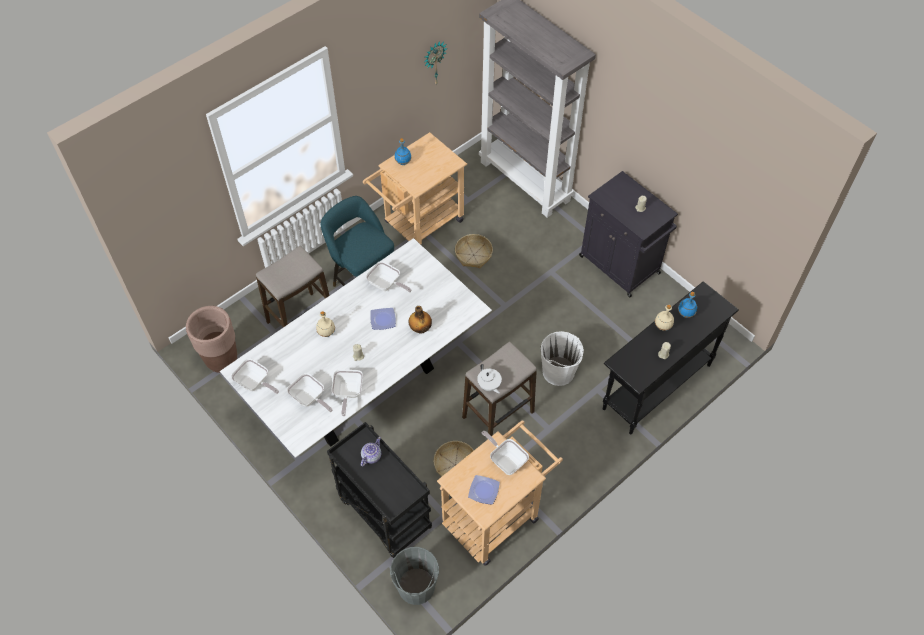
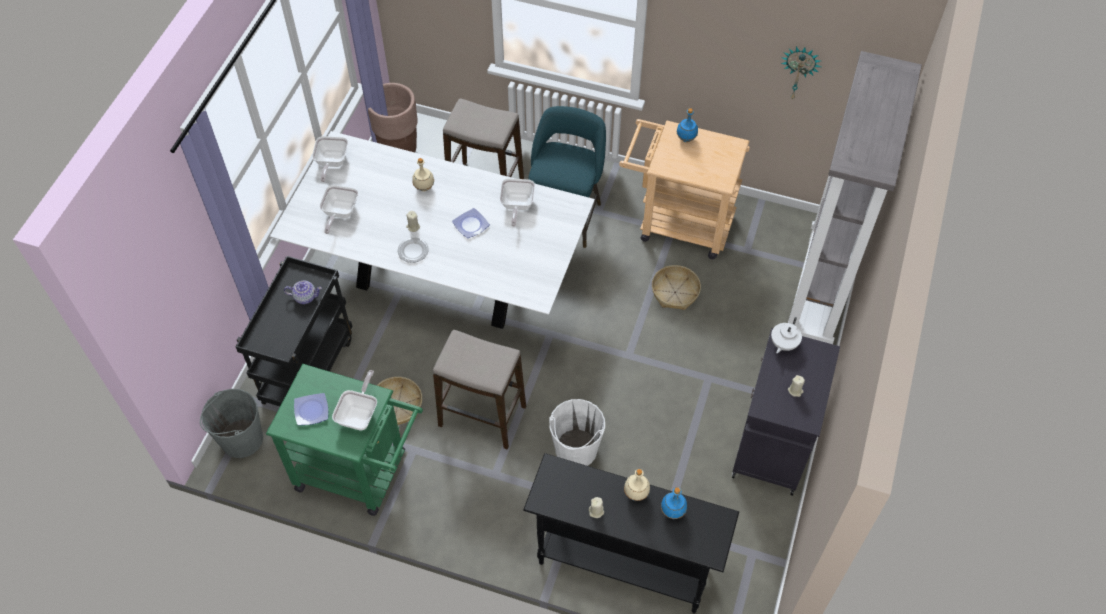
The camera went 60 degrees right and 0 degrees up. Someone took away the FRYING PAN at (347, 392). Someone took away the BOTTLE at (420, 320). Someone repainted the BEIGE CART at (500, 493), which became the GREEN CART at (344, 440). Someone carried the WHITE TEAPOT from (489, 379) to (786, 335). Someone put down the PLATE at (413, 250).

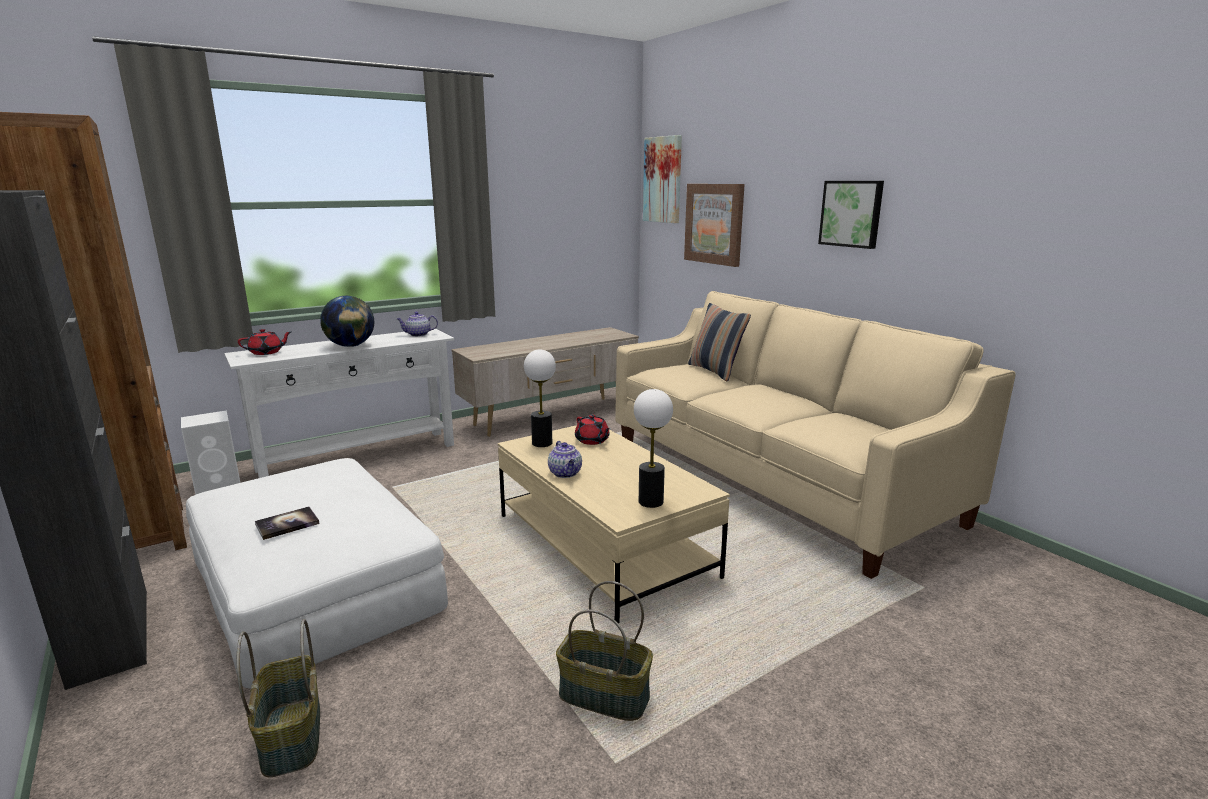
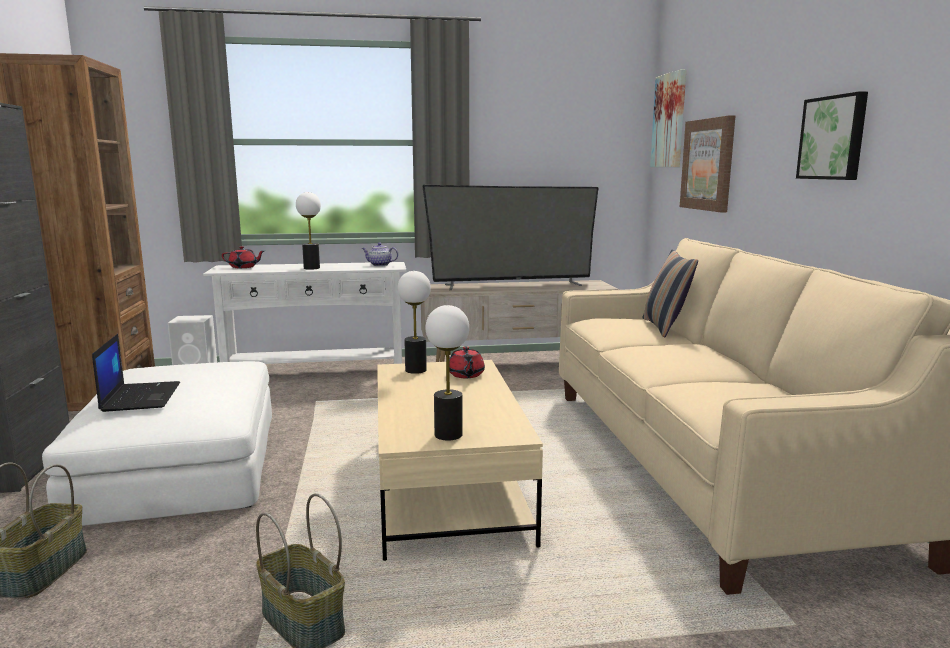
The camera went 25 degrees right and 5 degrees down. Someone swapped the BOOK at (287, 523) for the LAPTOP at (136, 373). Someone swapped the GLOBE at (347, 321) for the TABLE LAMP at (308, 231). Someone took away the TEAPOT at (565, 459). Someone put down the TELEVISION at (510, 237).

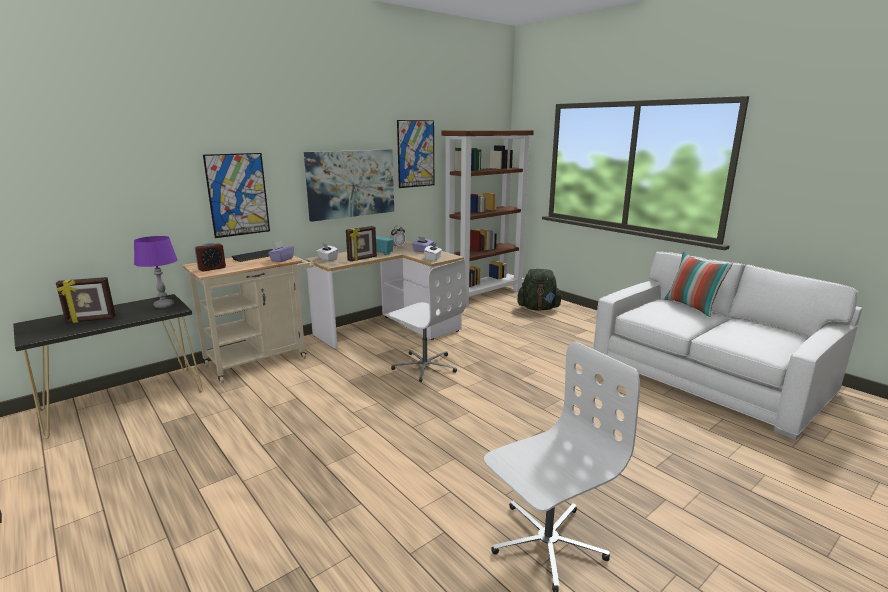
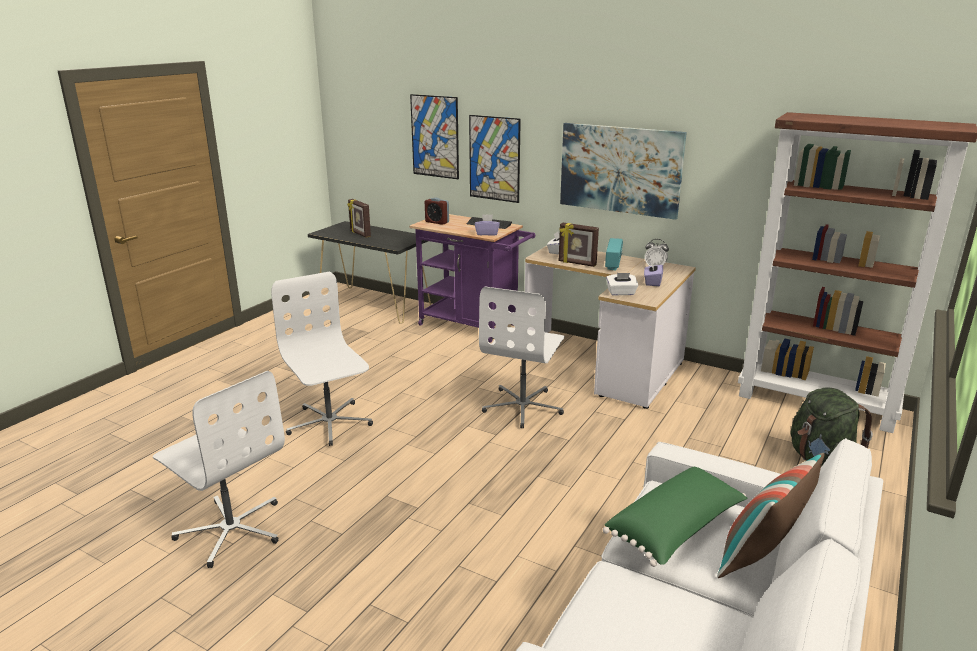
The camera went 70 degrees right and 5 degrees up. Someone took away the PURPLE TABLE LAMP at (155, 272). Someone repainted the BEIGE CART at (248, 318), which became the PURPLE CART at (472, 278). Someone carried the PICTURE from (415, 154) to (434, 136). Someone put down the WHITE OFFICE CHAIR at (322, 359). Someone put down the GREEN PILLOW at (675, 517).

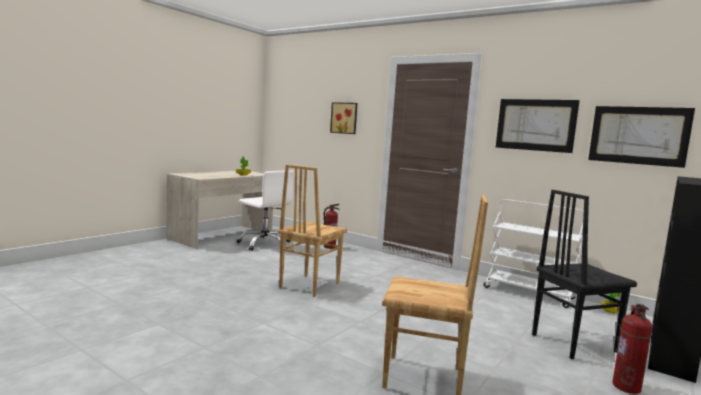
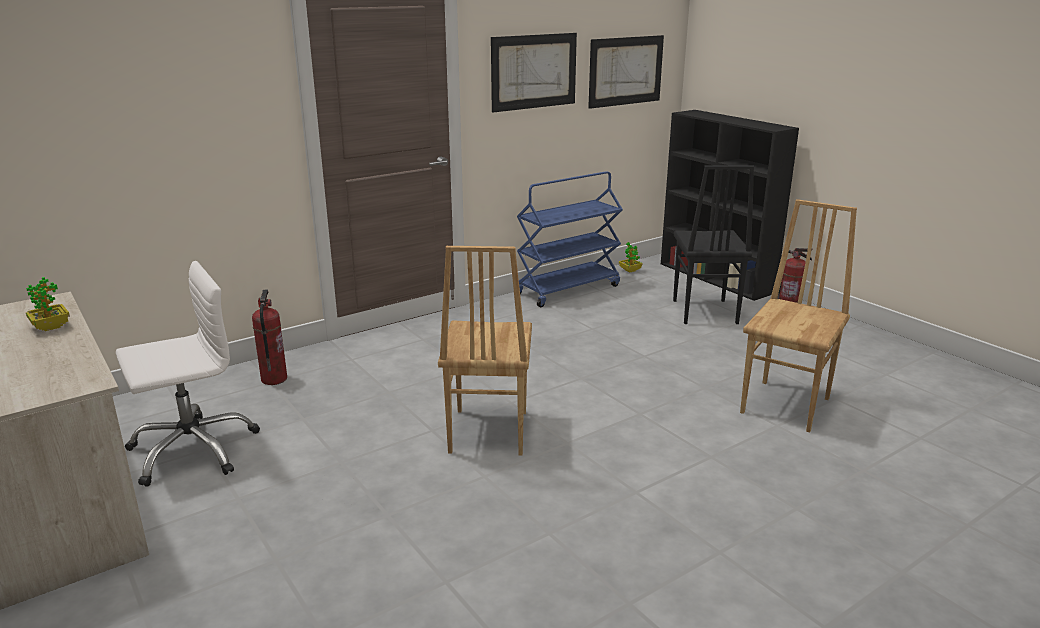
The camera went 70 degrees left and 15 degrees up. Someone rotated the BROWN CHAIR at (312, 230) by 45 degrees clockwise. Someone took away the PICTURE at (343, 118). Someone repainted the WHITE CART at (534, 253), which became the BLUE CART at (570, 239).

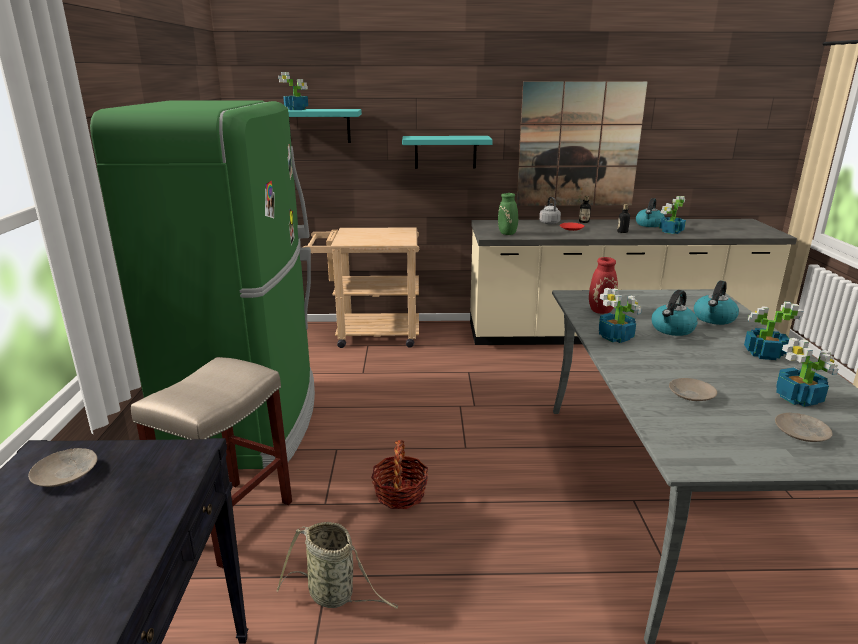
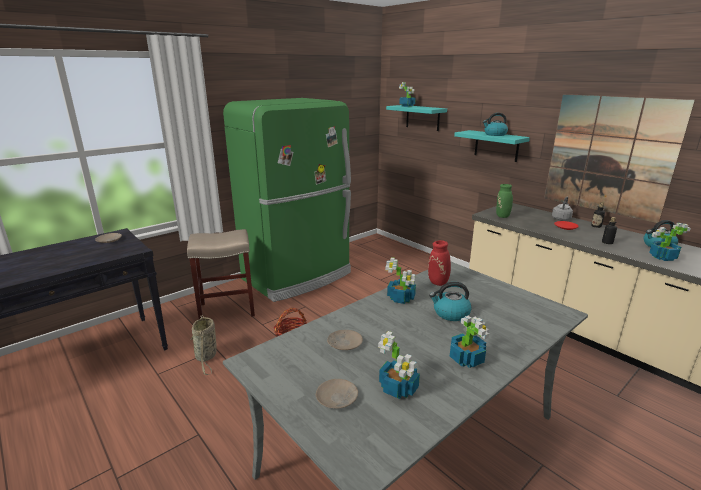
The camera went 50 degrees right and 0 degrees up. Someone took away the BEIGE CART at (361, 287). Someone carried the KETTLE from (716, 303) to (495, 124).

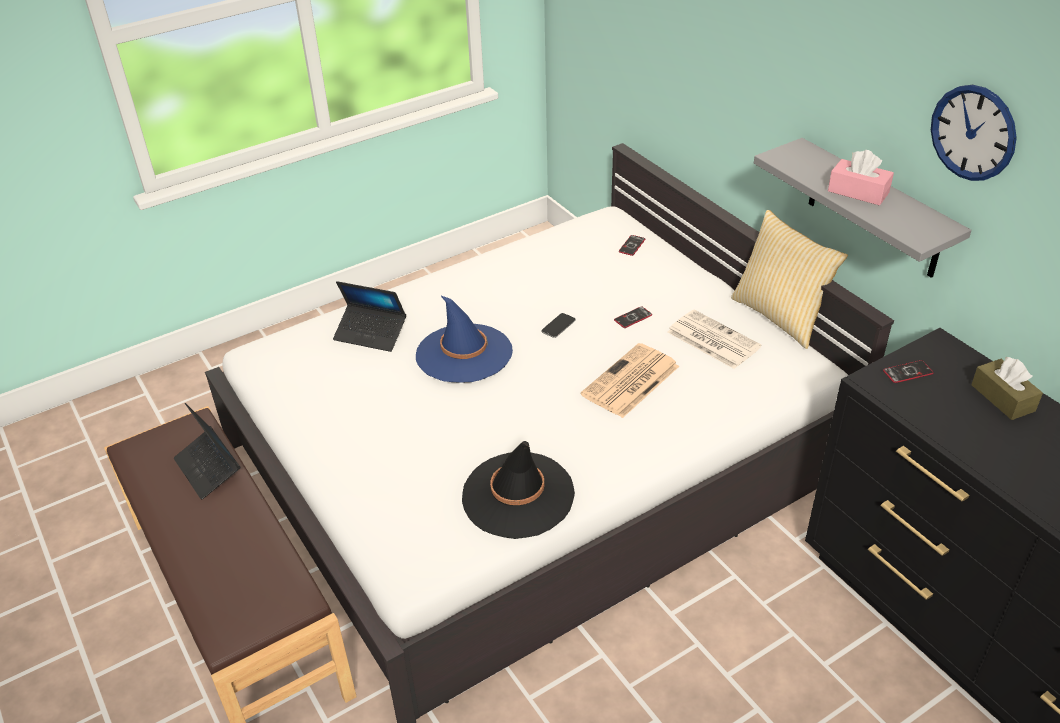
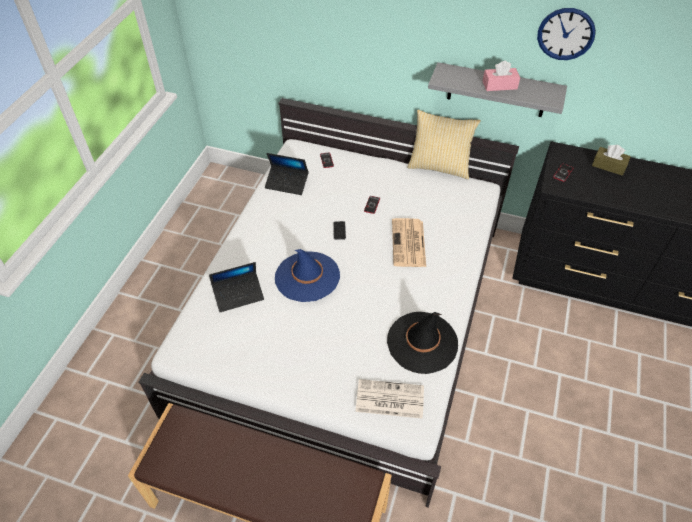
The camera went 40 degrees left and 10 degrees up. Someone carried the LAPTOP from (207, 451) to (287, 174). Someone carried the NEWSPAPER from (714, 339) to (390, 399).

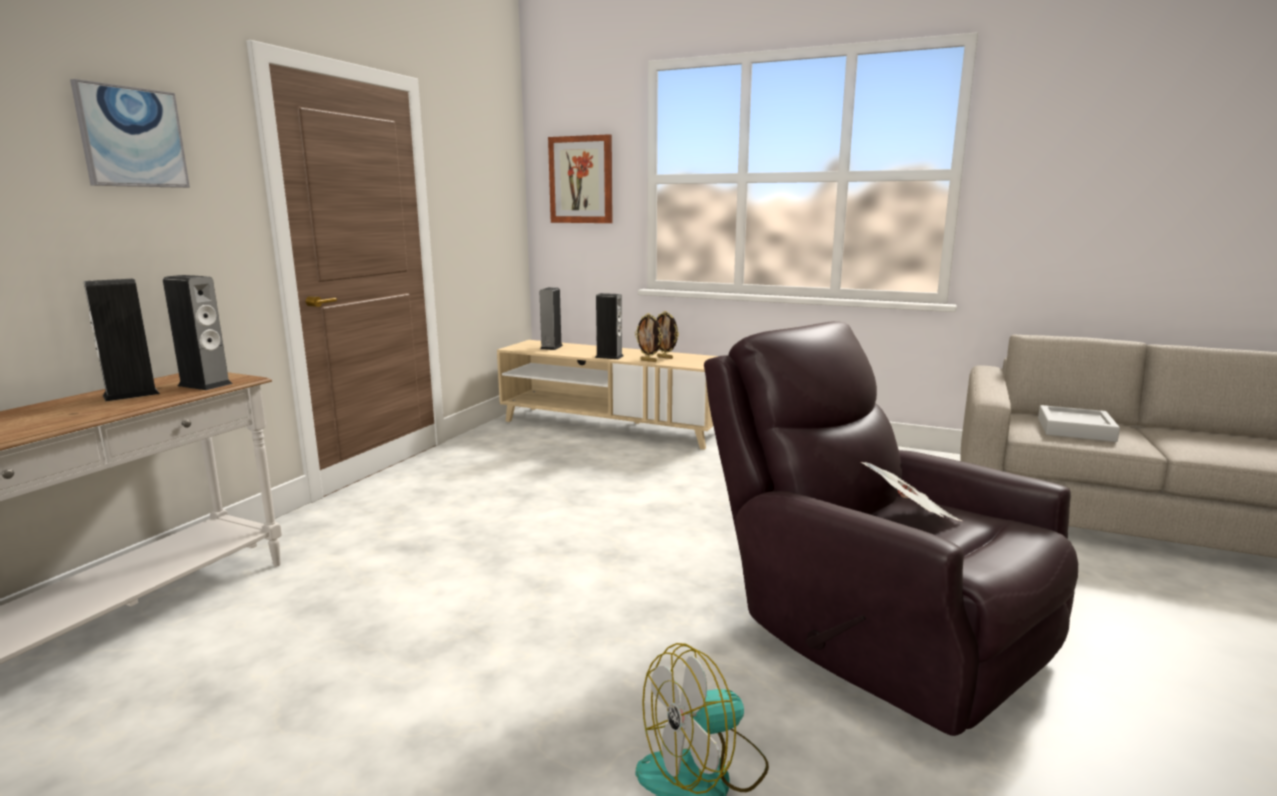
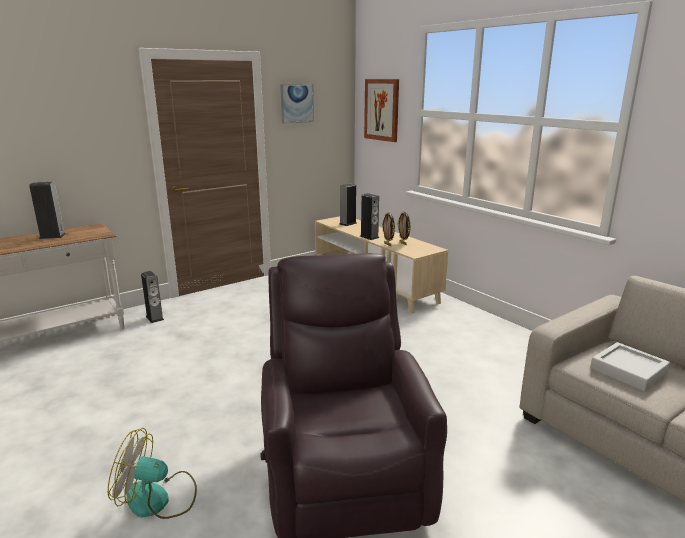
The camera went 30 degrees right and 5 degrees up. Someone carried the PICTURE from (130, 133) to (297, 103). Someone carried the SPEAKER from (197, 332) to (152, 297). Someone took away the NEWSPAPER at (911, 491).

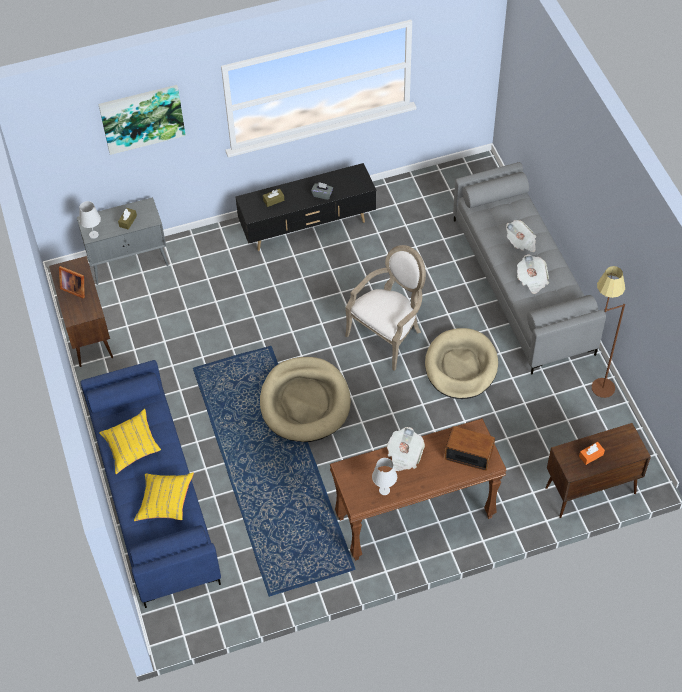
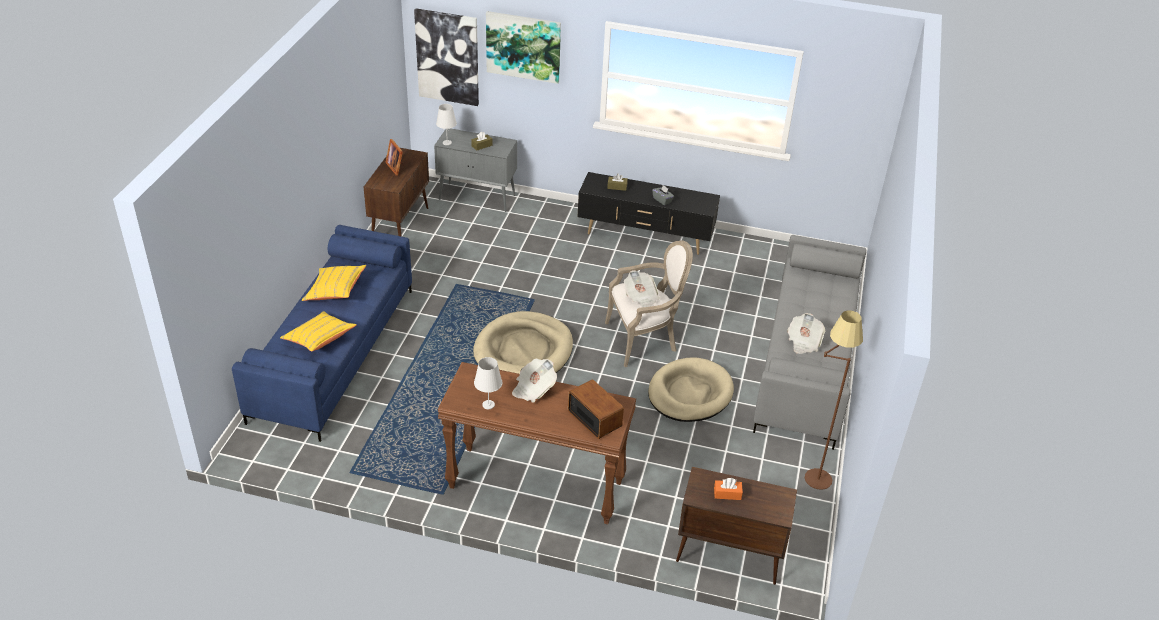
The camera went 30 degrees right and 15 degrees down. Someone carried the NEWSPAPER from (521, 236) to (642, 288). Someone put up the PICTURE at (446, 57).

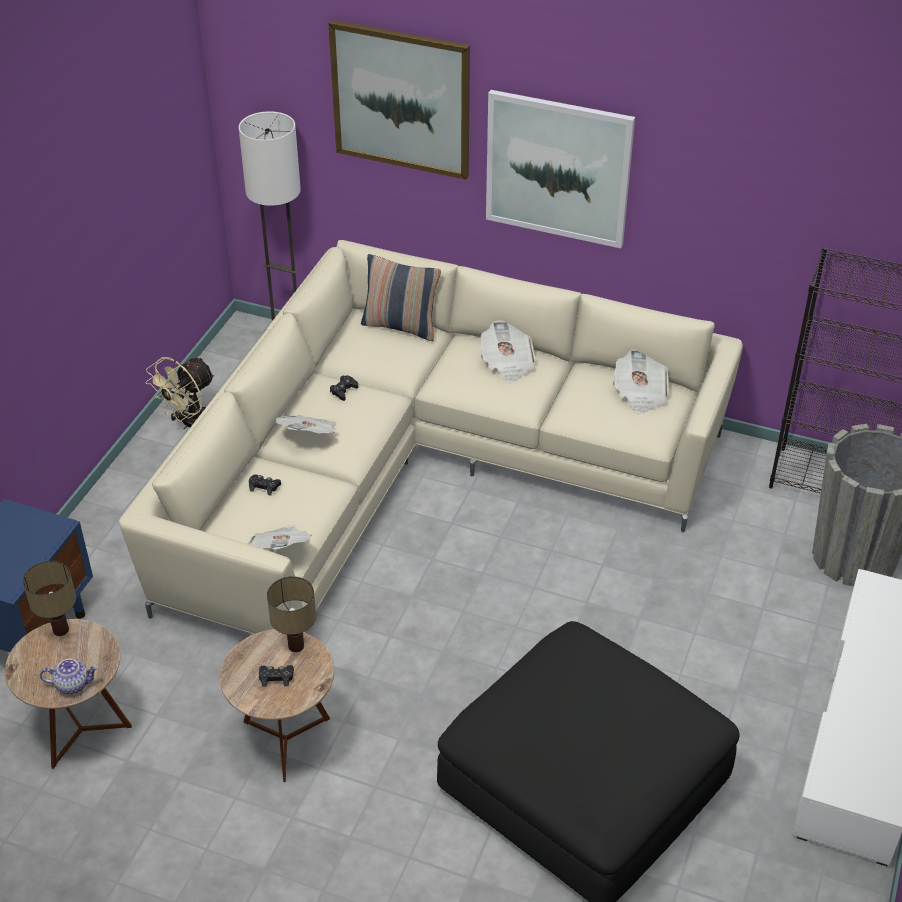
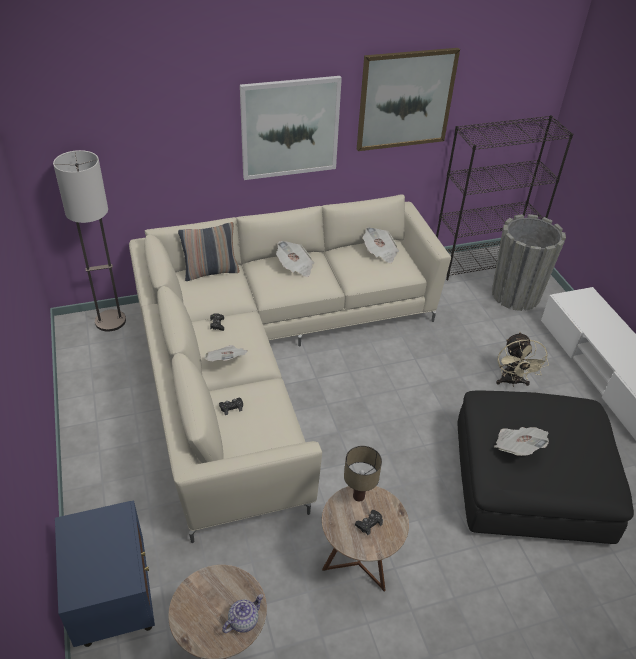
The camera went 40 degrees left and 0 degrees up. Someone took away the TABLE LAMP at (49, 598). Someone carried the BEIGE FAN from (180, 393) to (522, 359). Someone carried the NEWSPAPER from (279, 537) to (521, 441). Someone carried the PICTURE from (399, 100) to (408, 99).

